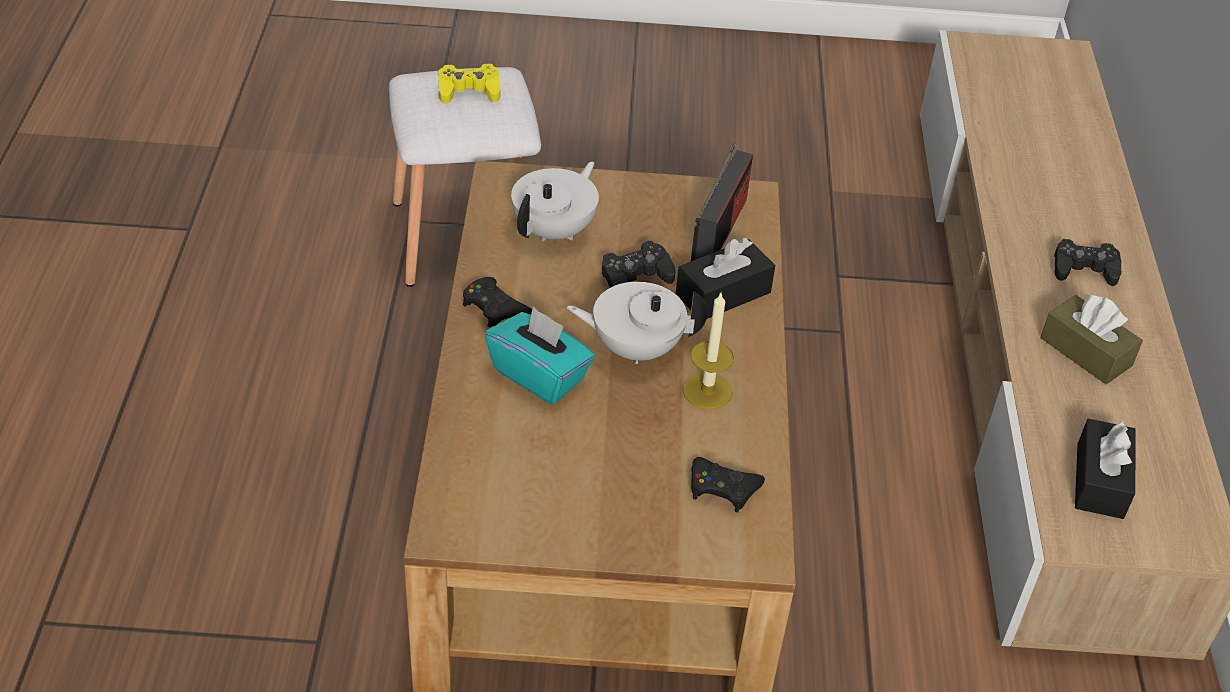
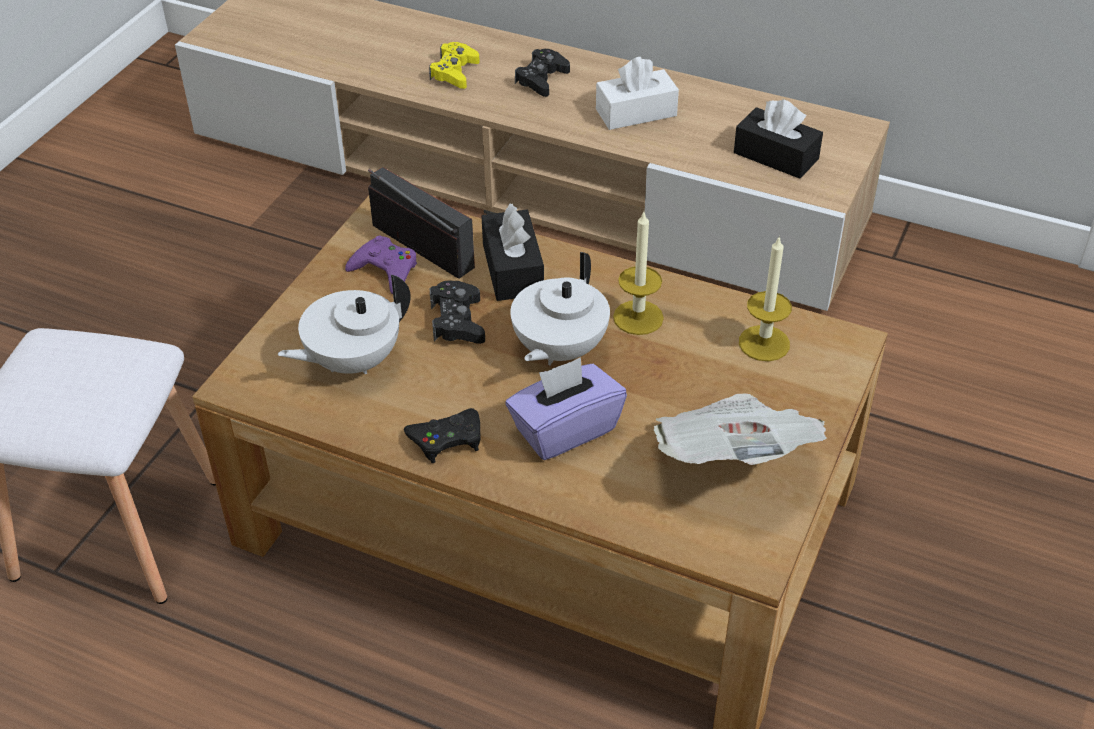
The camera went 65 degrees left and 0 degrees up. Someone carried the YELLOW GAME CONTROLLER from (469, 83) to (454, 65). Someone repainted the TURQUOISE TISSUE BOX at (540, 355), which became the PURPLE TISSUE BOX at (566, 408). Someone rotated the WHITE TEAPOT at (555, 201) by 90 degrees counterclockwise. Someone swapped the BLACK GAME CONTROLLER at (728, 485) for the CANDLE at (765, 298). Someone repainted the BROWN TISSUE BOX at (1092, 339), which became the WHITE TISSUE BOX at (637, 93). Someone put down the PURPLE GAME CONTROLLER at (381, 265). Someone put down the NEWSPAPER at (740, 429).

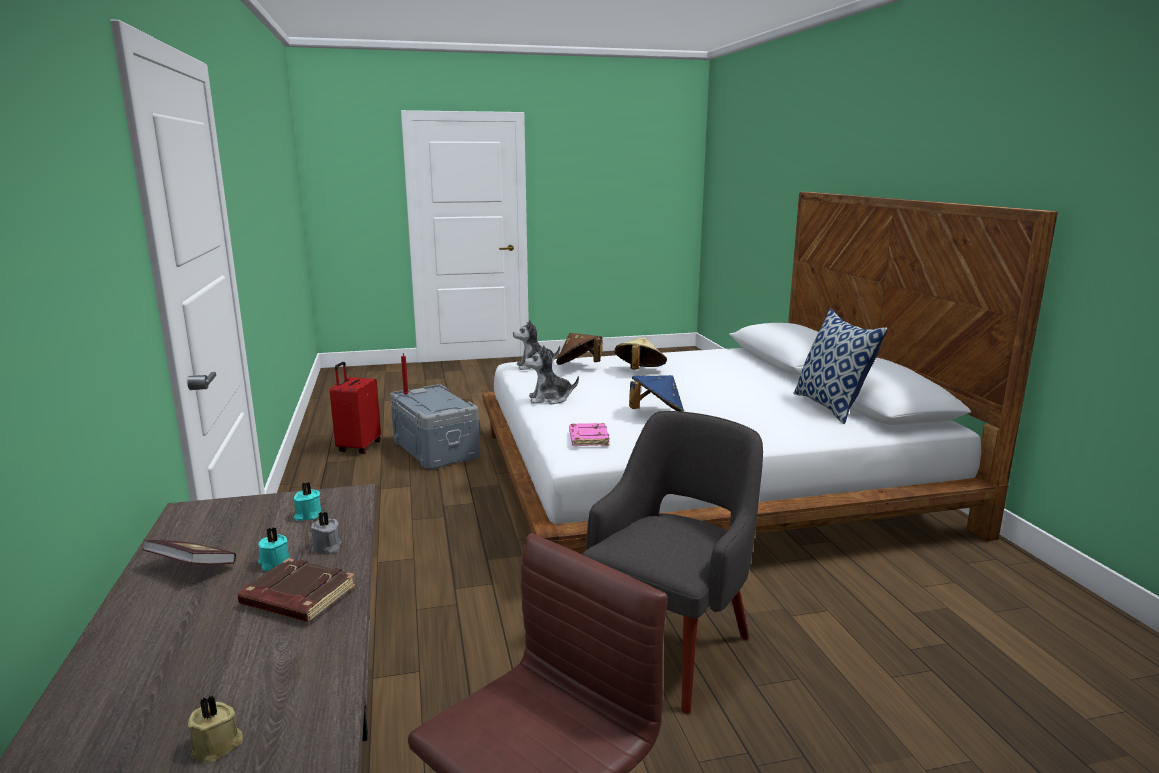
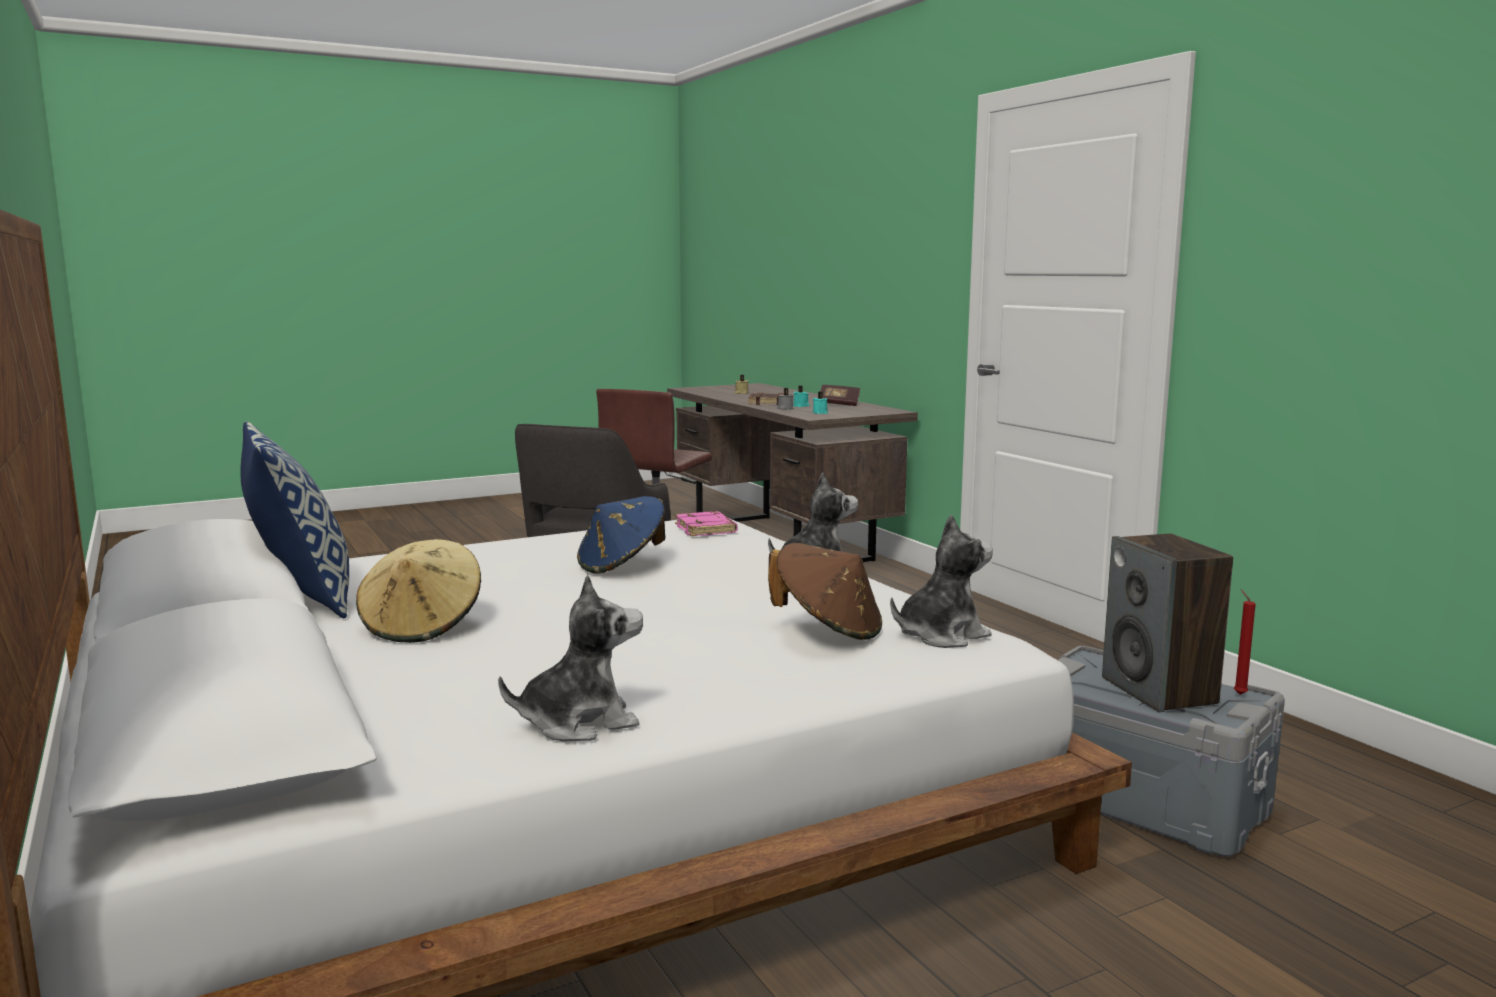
The camera went 165 degrees right and 5 degrees down. Someone took away the RED SUITCASE at (355, 408). Someone carried the BEIGE HAT from (641, 353) to (418, 591). Someone put down the PLUSH TOY at (570, 658). Someone put down the SPEAKER at (1167, 623).

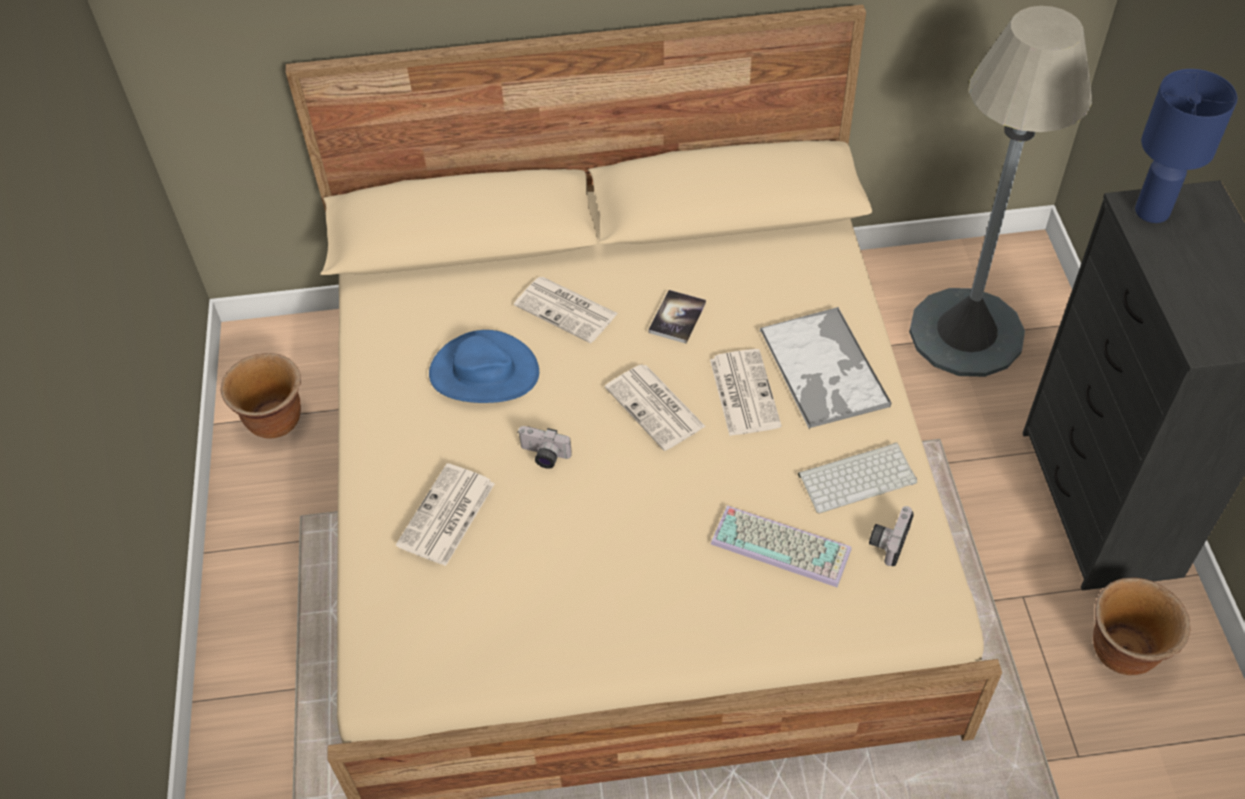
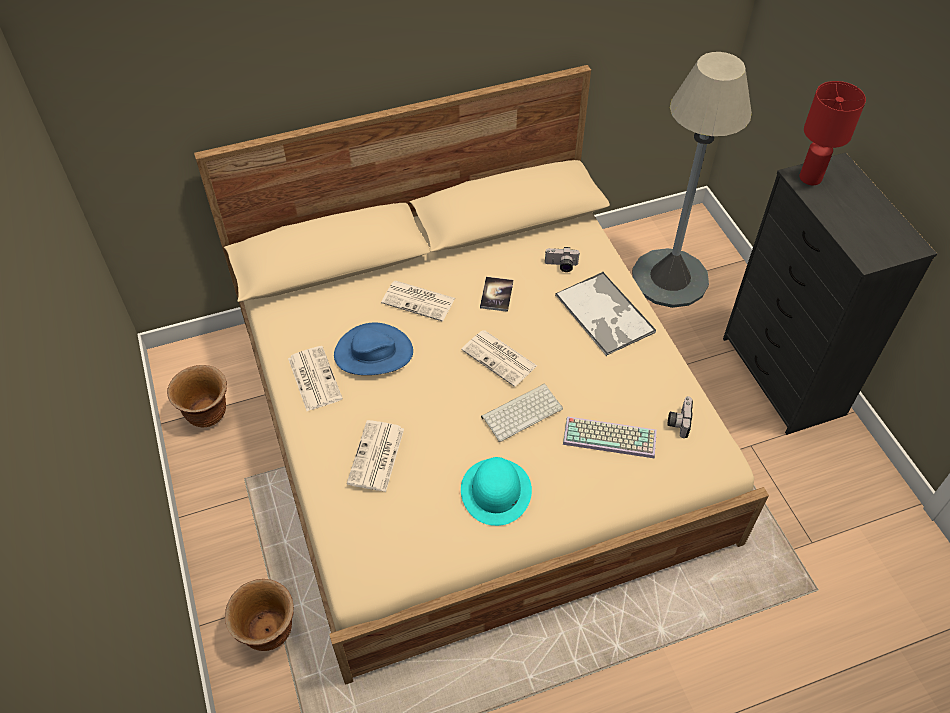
The camera went 15 degrees left and 0 degrees up. Someone carried the PHOTO CAMERA from (544, 447) to (562, 259). Someone carried the NEWSPAPER from (746, 392) to (315, 378). Someone carried the KEYBOARD from (857, 477) to (522, 412). Someone carried the BROWN PLANTER from (1142, 626) to (259, 615). Someone repainted the BLUE TABLE LAMP at (1186, 146), which became the RED TABLE LAMP at (833, 133). Someone put down the TURQUOISE HAT at (496, 491).

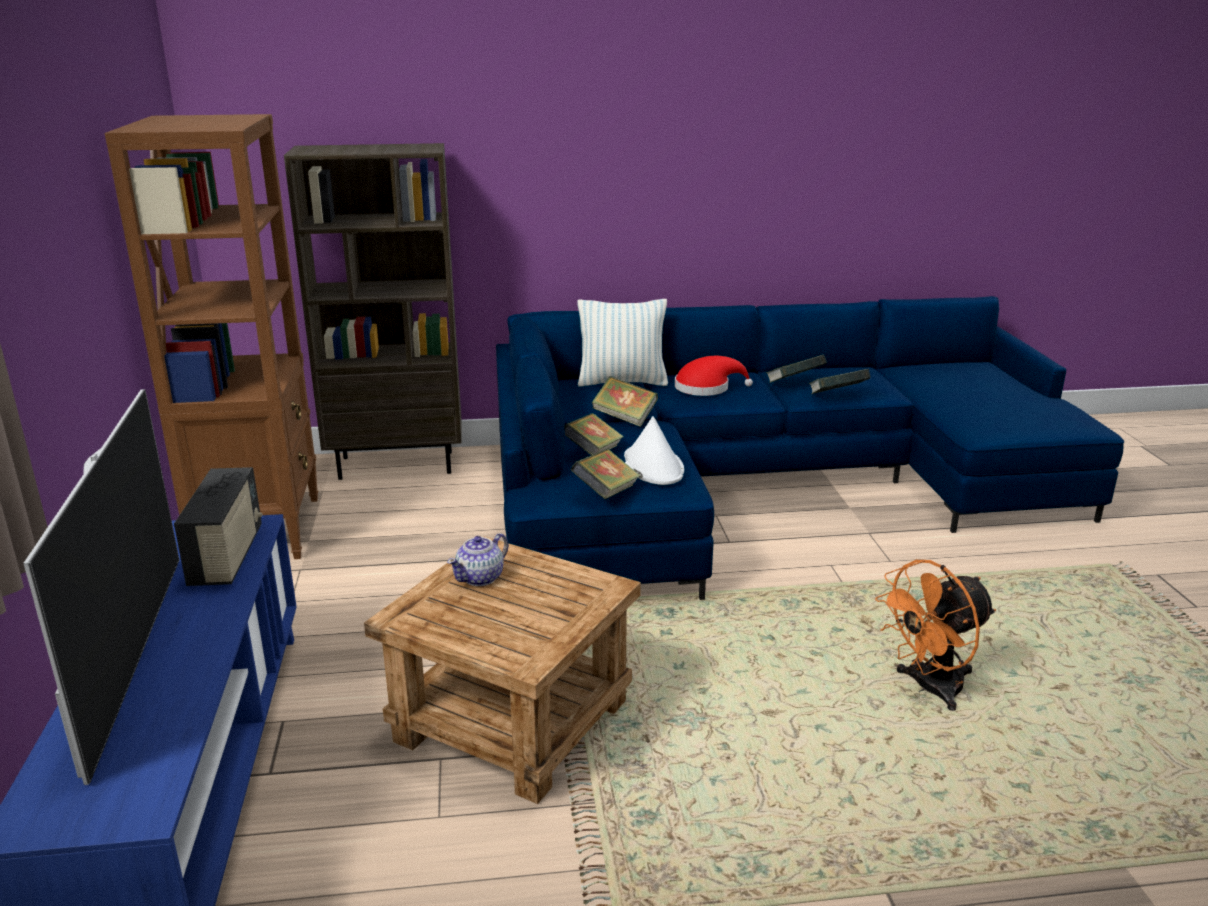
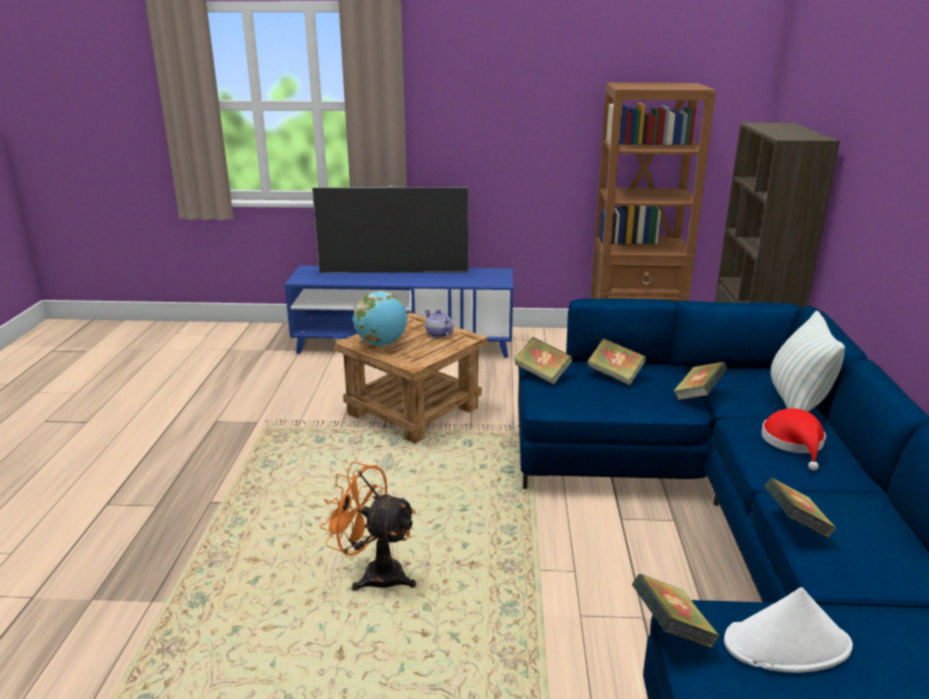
The camera went 100 degrees right and 0 degrees up. Someone took away the RADIO at (218, 526). Someone carried the WHITE HAT from (654, 450) to (788, 630). Someone carried the BOOK from (796, 369) to (676, 611). Someone rotated the ORANGE FAN at (935, 635) by 45 degrees counterclockwise. Someone put down the GLOBE at (380, 318).

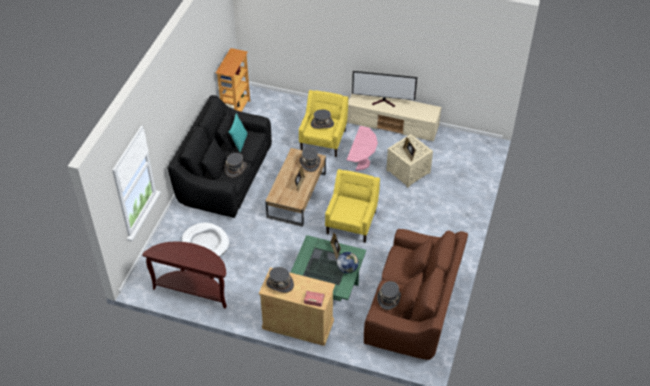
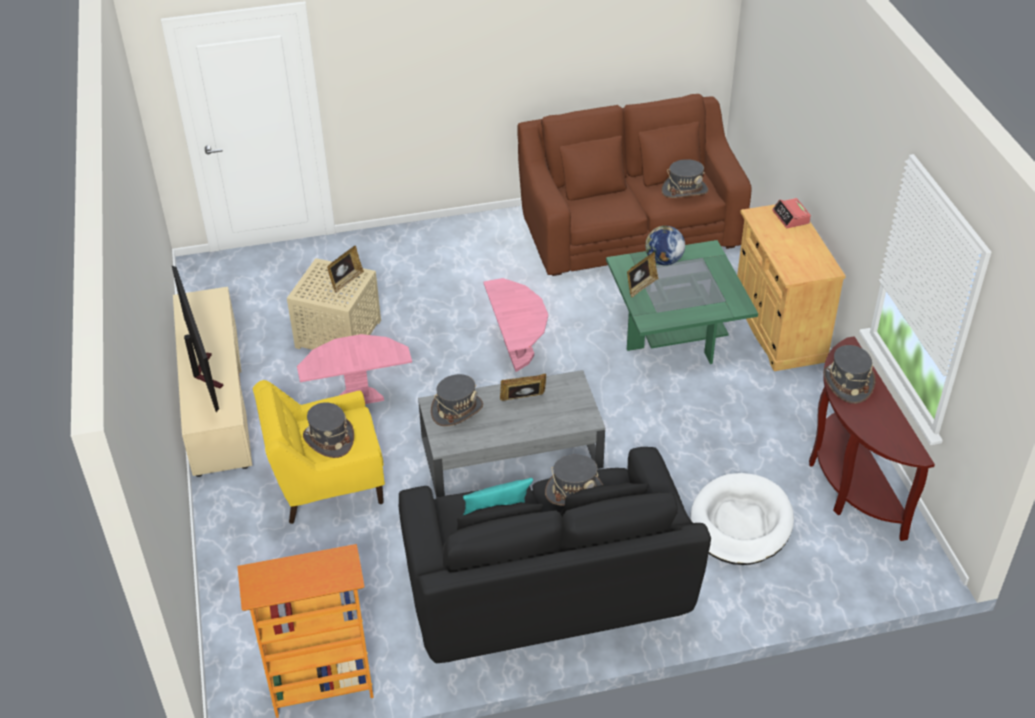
The camera went 120 degrees left and 5 degrees down. Someone repainted the BROWN COFFEE TABLE at (295, 187), which became the GREY COFFEE TABLE at (511, 434). Someone carried the GREY HAT from (280, 280) to (849, 374). Someone swapped the YELLOW ARMCHAIR at (352, 206) for the PINK SIDE TABLE at (515, 325).

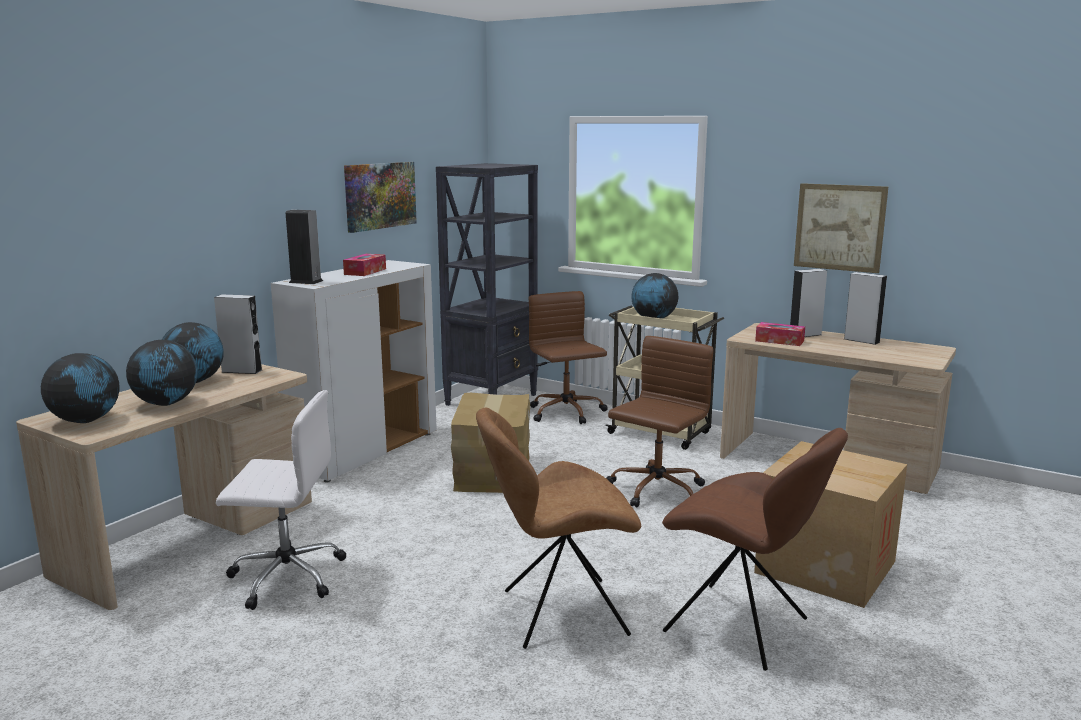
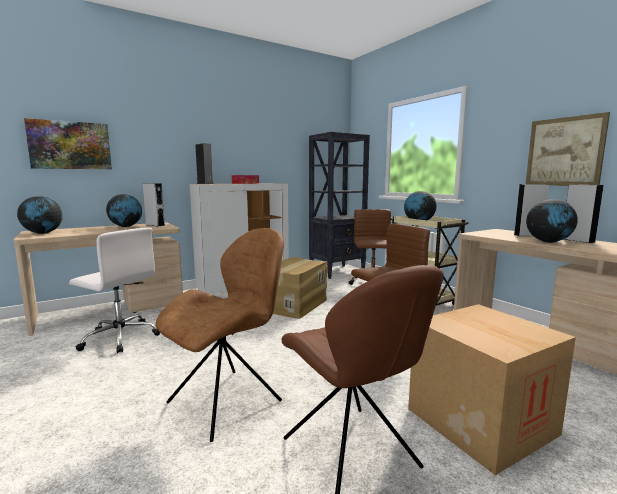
The camera went 25 degrees right and 5 degrees down. Someone carried the GLOBE from (162, 373) to (552, 221). Someone carried the PICTURE from (380, 197) to (68, 143). Someone rotated the BROWN CHAIR at (558, 528) by 120 degrees clockwise. Someone took away the TISSUE BOX at (780, 334).

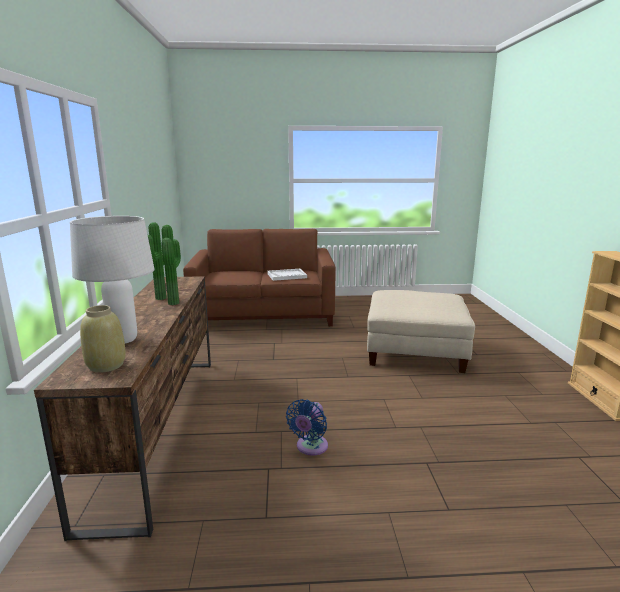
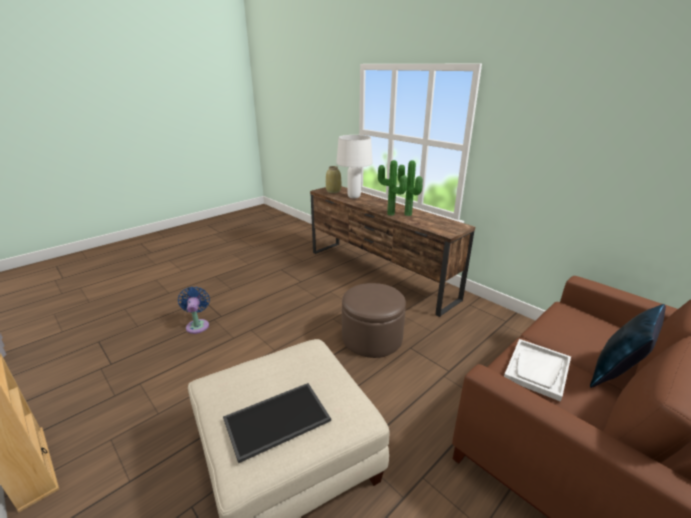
The camera went 140 degrees right and 10 degrees up. Someone carried the BLUE FAN from (307, 427) to (194, 310). Someone put down the TRAY at (277, 423). Someone put down the BROWN OTTOMAN at (374, 320). Someone put down the BLUE PILLOW at (628, 346).

